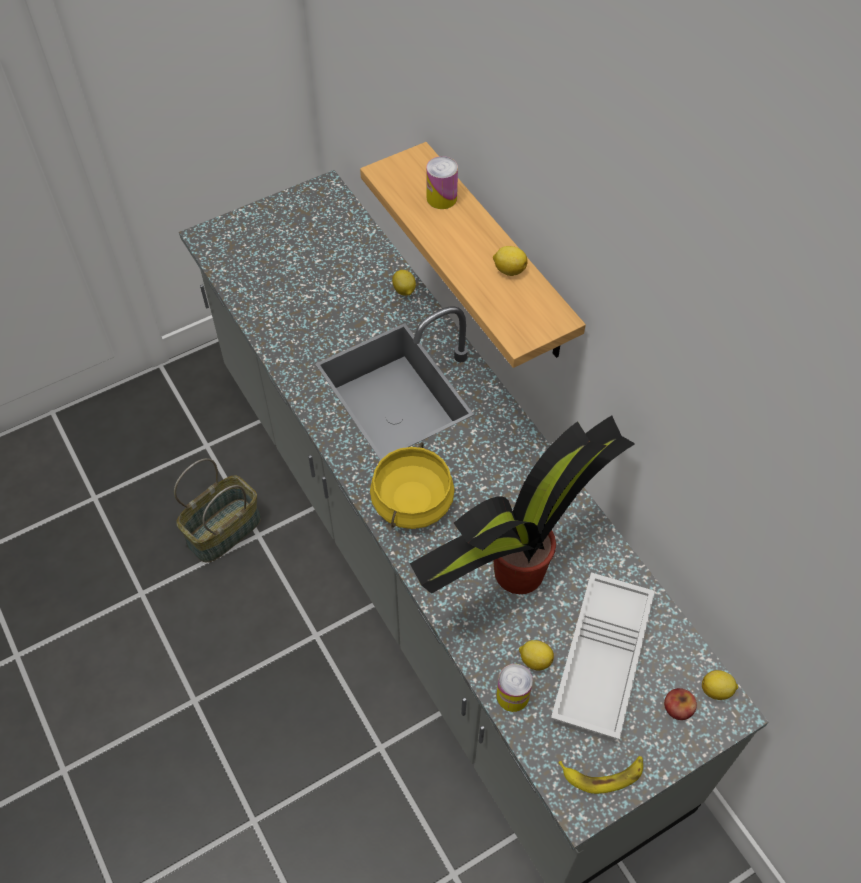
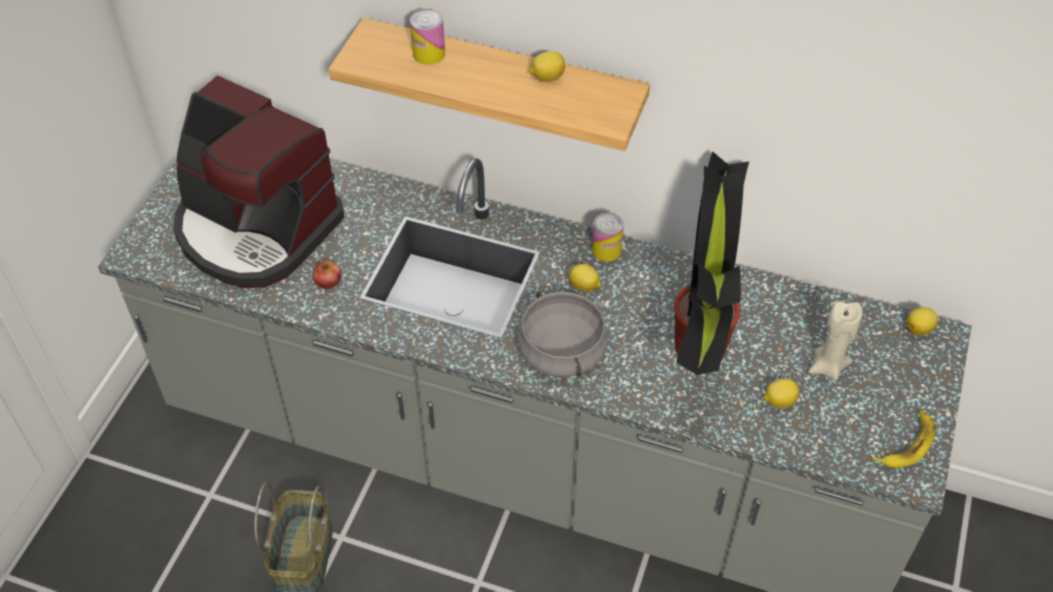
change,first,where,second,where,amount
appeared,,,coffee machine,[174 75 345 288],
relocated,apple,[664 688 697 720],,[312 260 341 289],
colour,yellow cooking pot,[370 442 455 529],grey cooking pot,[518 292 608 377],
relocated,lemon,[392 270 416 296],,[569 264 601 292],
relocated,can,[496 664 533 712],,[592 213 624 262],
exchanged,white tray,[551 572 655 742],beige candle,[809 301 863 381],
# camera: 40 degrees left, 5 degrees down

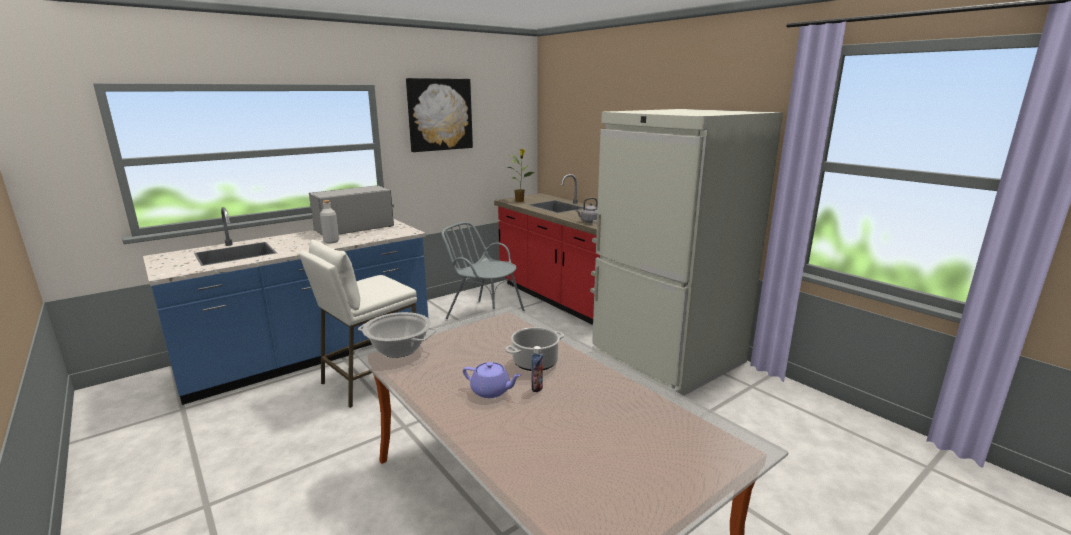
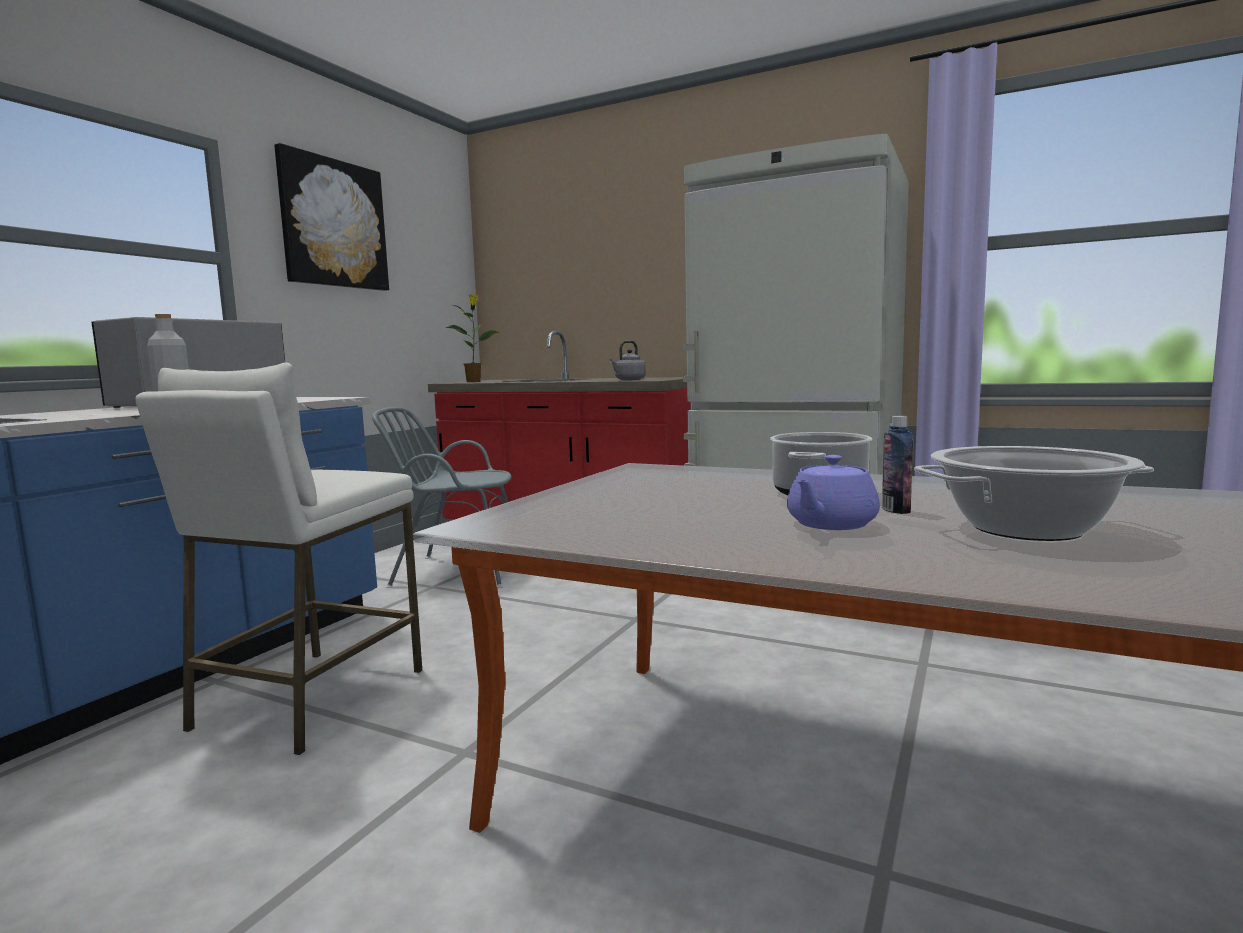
change,first,where,second,where,amount
spun,purple teapot,[463 362 522 398],,[787 455 880 530],135 degrees clockwise
relocated,cooking pot,[358 312 437 358],,[914 446 1154 541],
# camera: 25 degrees left, 10 degrees down

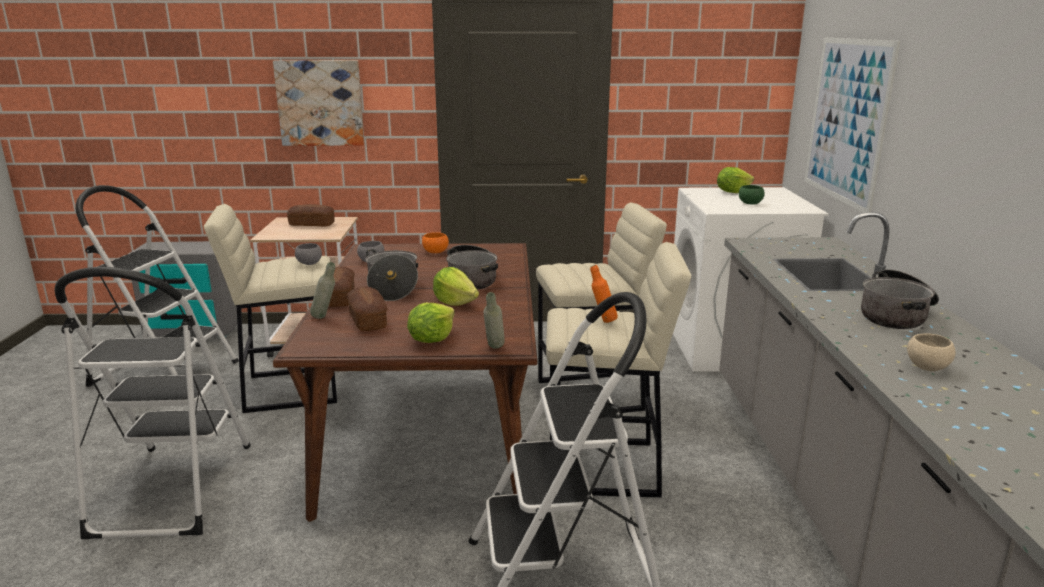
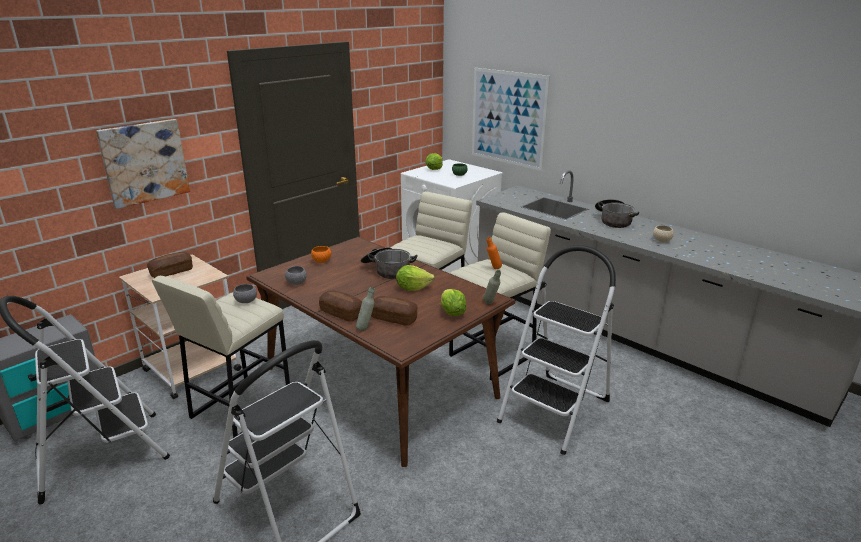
change,first,where,second,where,amount
missing,cooking pot,[366 249 418 301],,,
# camera: 45 degrees left, 5 degrees up

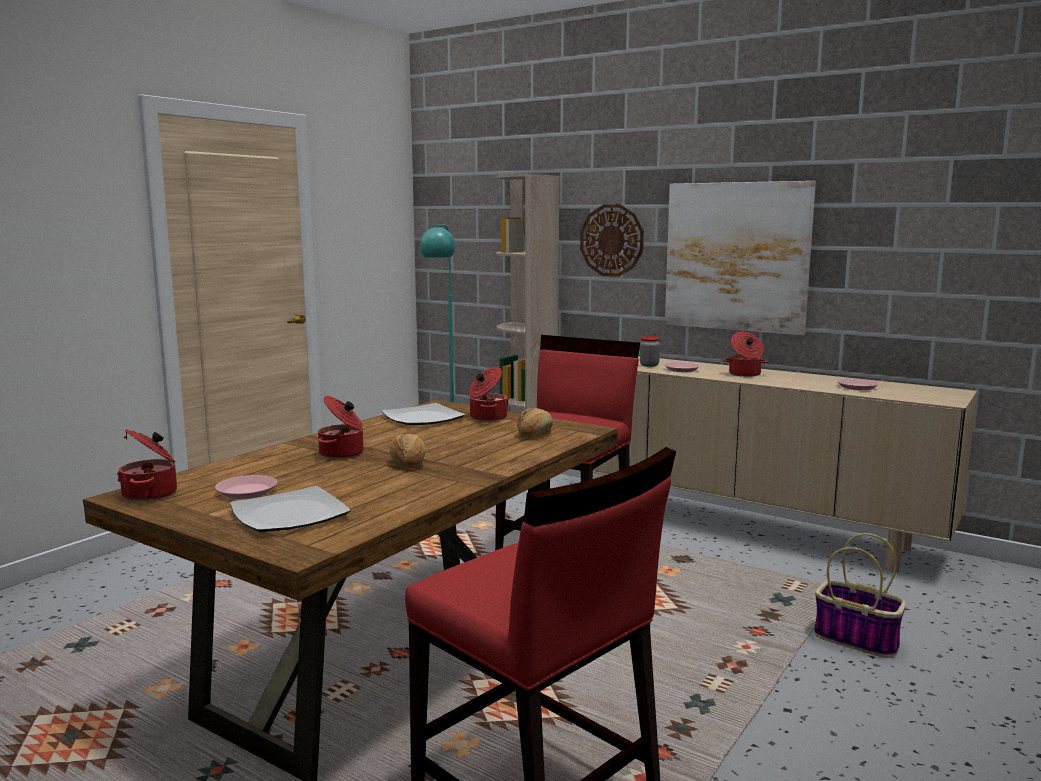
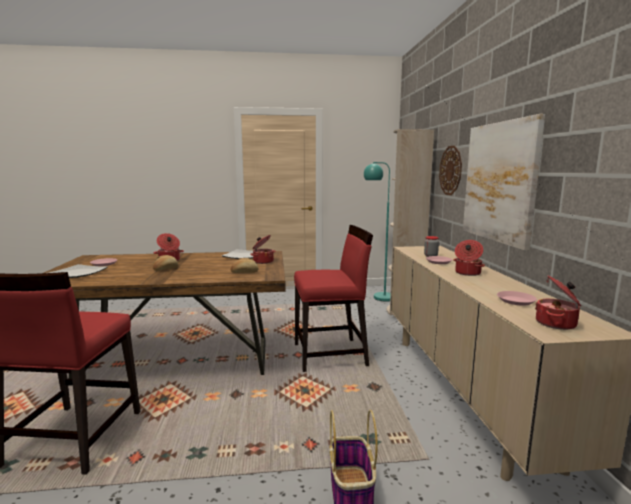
change,first,where,second,where,amount
relocated,cooking pot,[117 429 177 501],,[535 276 581 330],
# camera: 50 degrees right, 0 degrees up

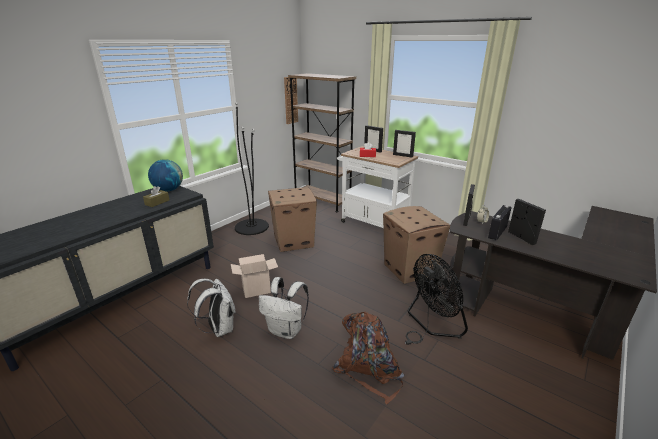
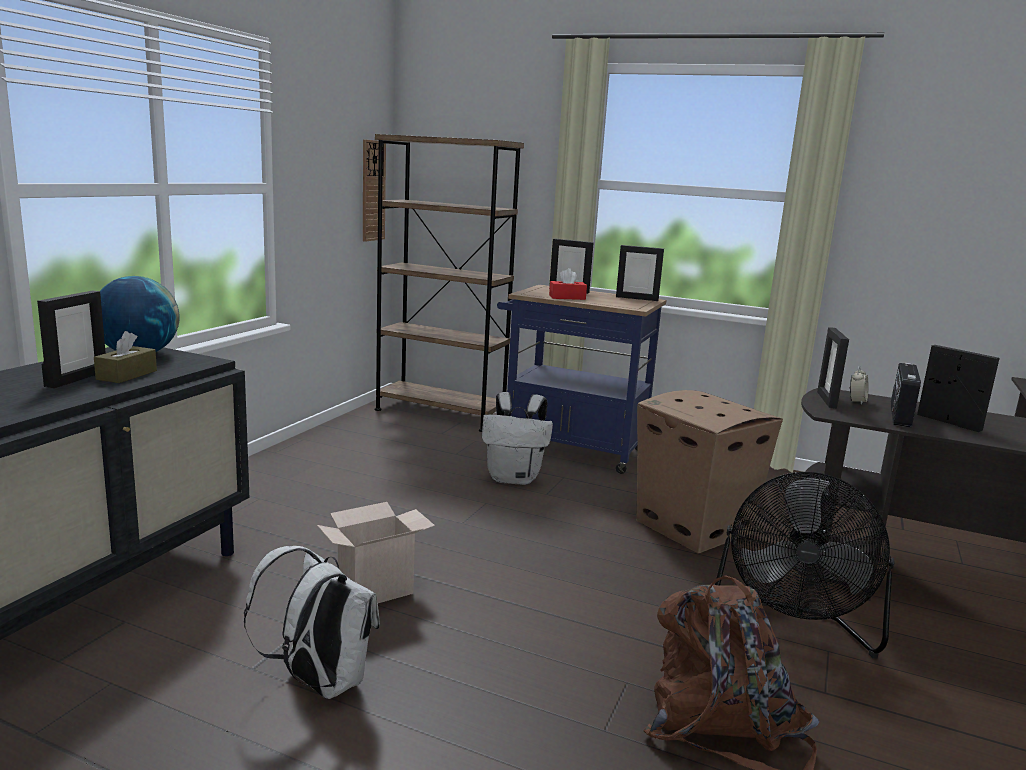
change,first,where,second,where,amount
appeared,,,picture frame,[37 291 106 388],
relocated,white backpack,[259 277 309 339],,[482 392 553 485],
colour,white cart,[337 146 418 228],blue cart,[497 285 666 474],
spun,black fan,[404 254 468 345],,[715 472 894 659],150 degrees clockwise
missing,black floor lamp,[235 102 269 235],,,
missing,cardboard box,[268 187 317 252],,,
# camera: 15 degrees left, 10 degrees down

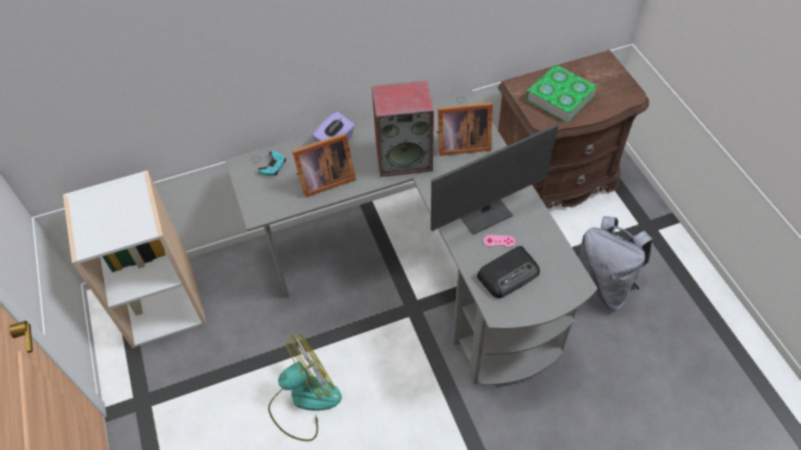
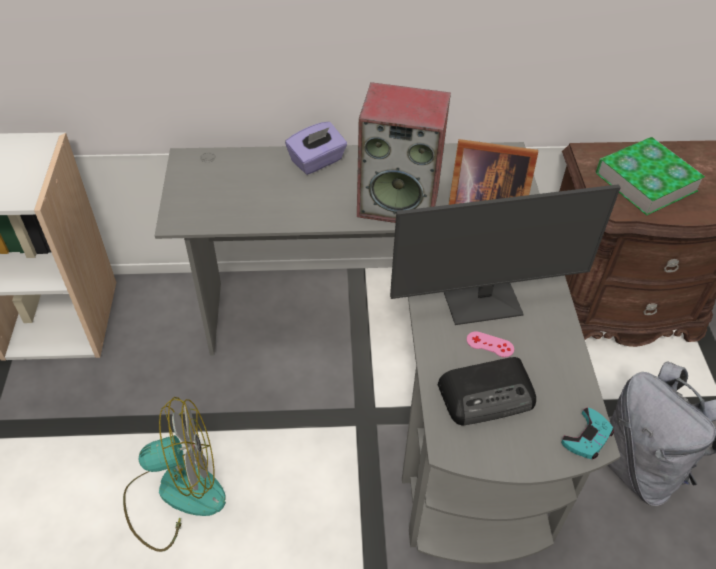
change,first,where,second,where,amount
relocated,turquoise game controller,[258 151 286 176],,[561 408 614 459],
missing,picture frame,[292 133 356 198],,,
# camera: 15 degrees right, 5 degrees down

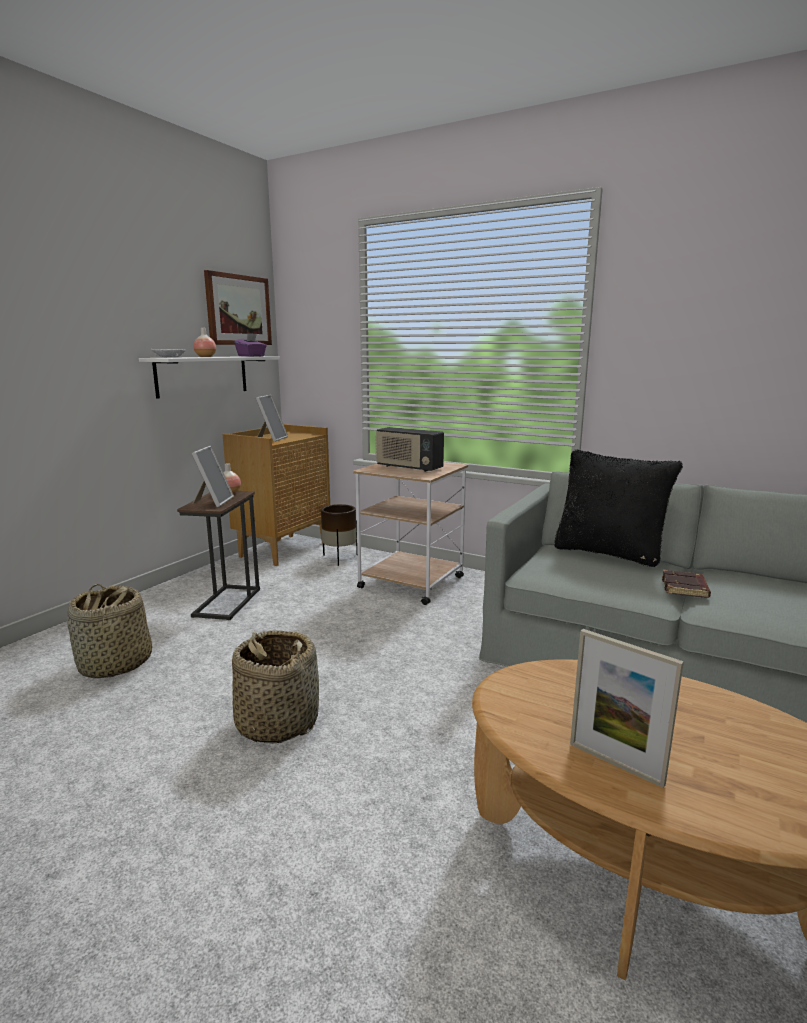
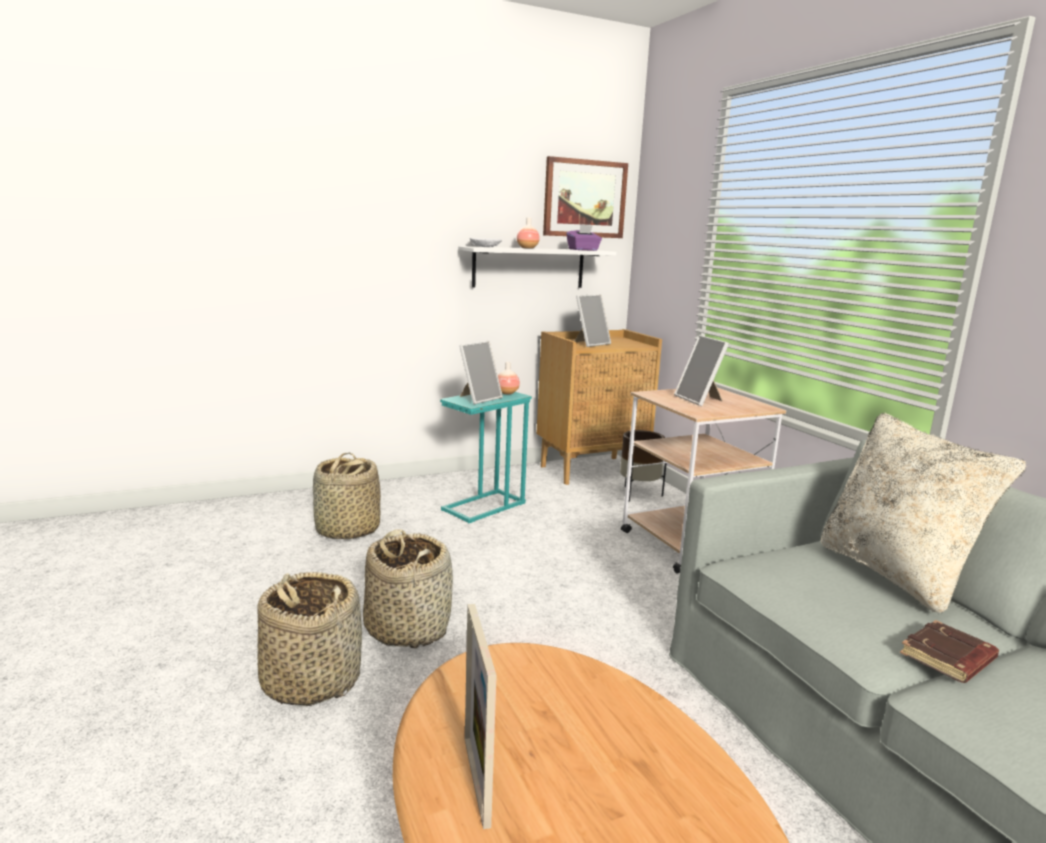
change,first,where,second,where,amount
appeared,,,basket,[257 572 362 707],
colour,brown side table,[177 491 260 620],turquoise side table,[440 392 532 523],
exchanged,radio,[375 427 444 472],picture frame,[674 335 729 406],
colour,black pillow,[554 449 683 567],beige pillow,[821 413 1027 614],
# camera: 35 degrees right, 0 degrees up

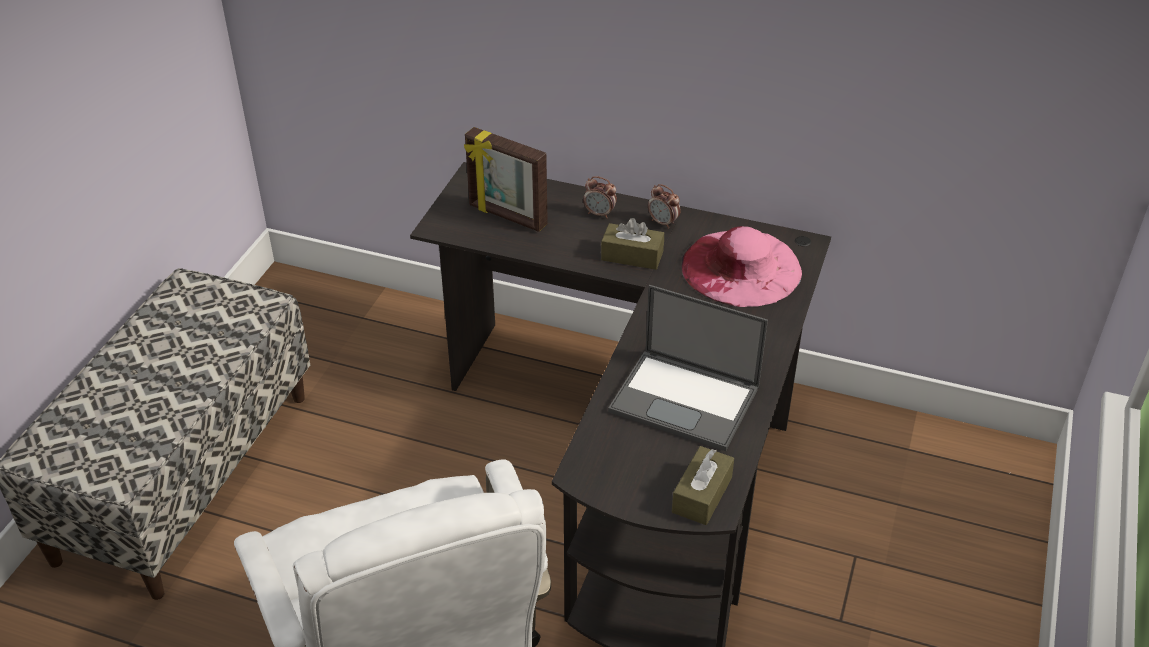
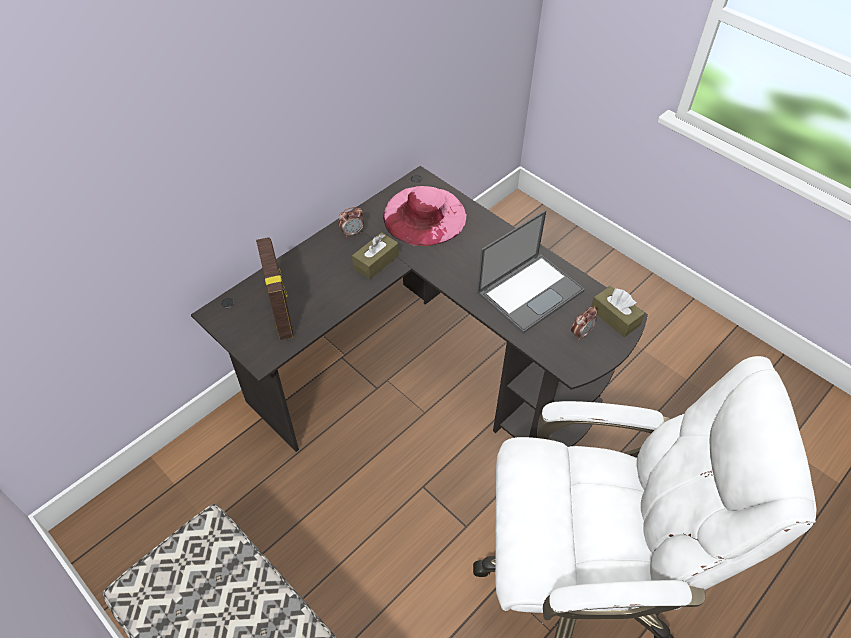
change,first,where,second,where,amount
spun,picture frame,[464 127 548 232],,[256 237 294 340],75 degrees counterclockwise
relocated,alarm clock,[583 176 617 219],,[571 306 597 341],
# camera: 65 degrees left, 10 degrees up

